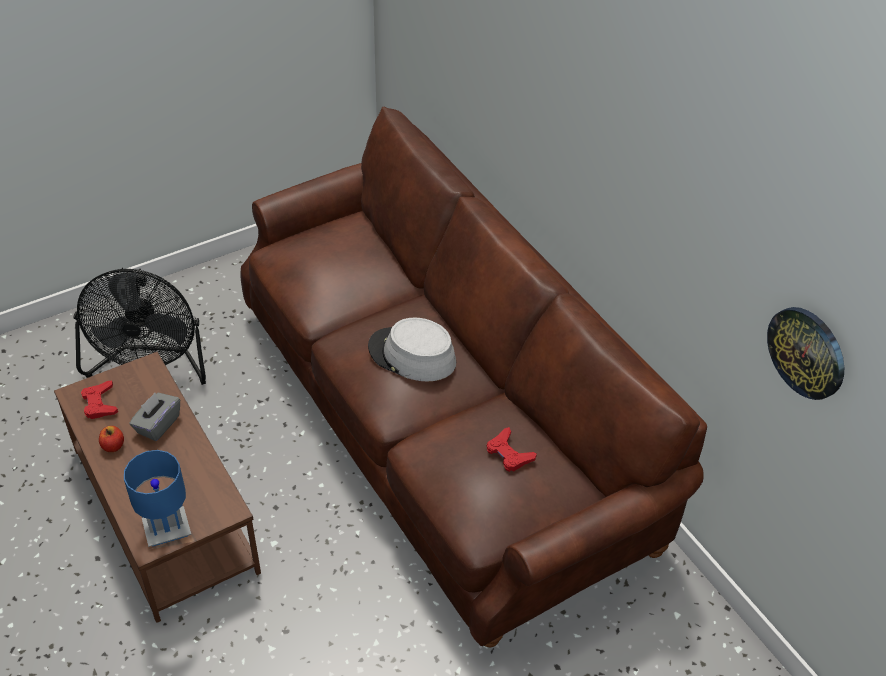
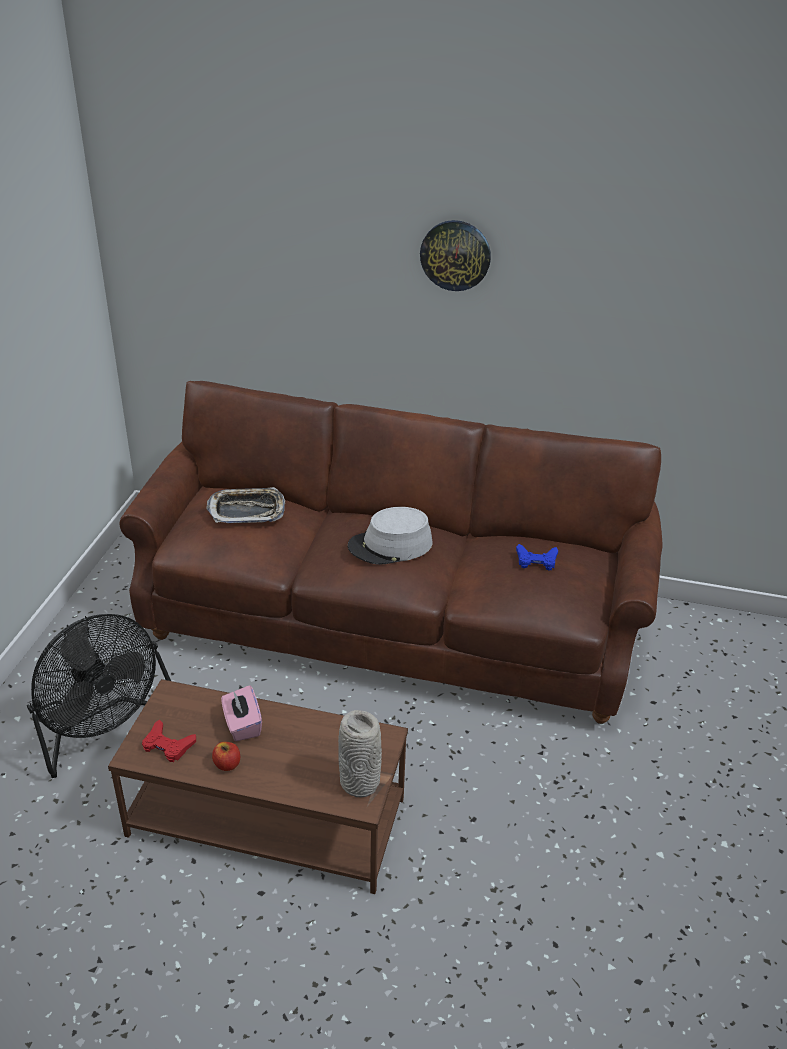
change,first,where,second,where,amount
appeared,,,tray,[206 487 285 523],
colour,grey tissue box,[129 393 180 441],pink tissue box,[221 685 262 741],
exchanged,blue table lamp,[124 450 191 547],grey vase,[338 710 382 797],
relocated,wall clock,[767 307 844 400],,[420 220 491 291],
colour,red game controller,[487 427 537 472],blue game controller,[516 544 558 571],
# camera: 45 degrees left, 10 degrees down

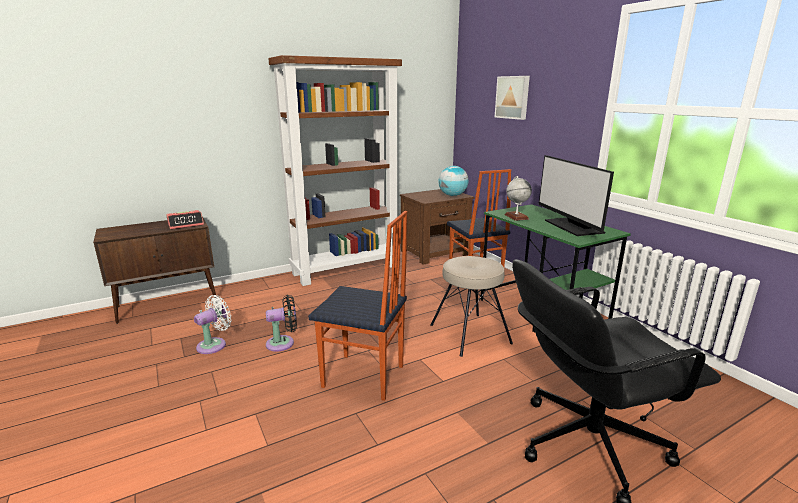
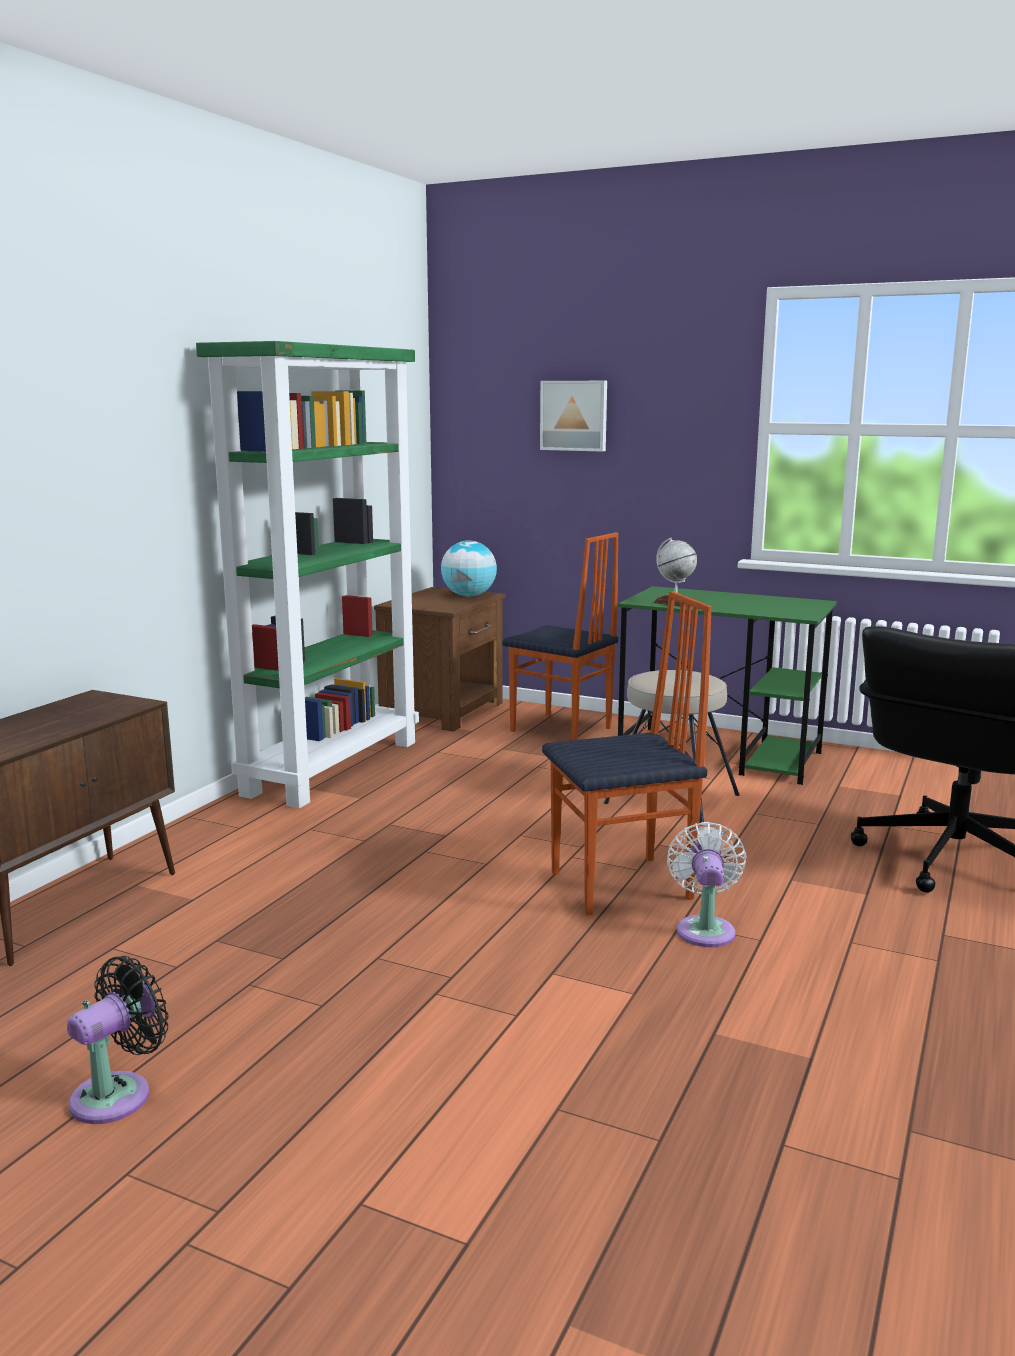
change,first,where,second,where,amount
relocated,black fan,[266 295 297 352],,[67 956 169 1124],
colour,brown bookcase,[268 55 402 286],green bookcase,[196 341 419 808],
relocated,white fan,[194 295 231 354],,[667 822 747 947],
missing,alarm clock,[166 210 204 229],,,
missing,monitor,[538 155 614 236],,,
# camera: 35 degrees left, 5 degrees down

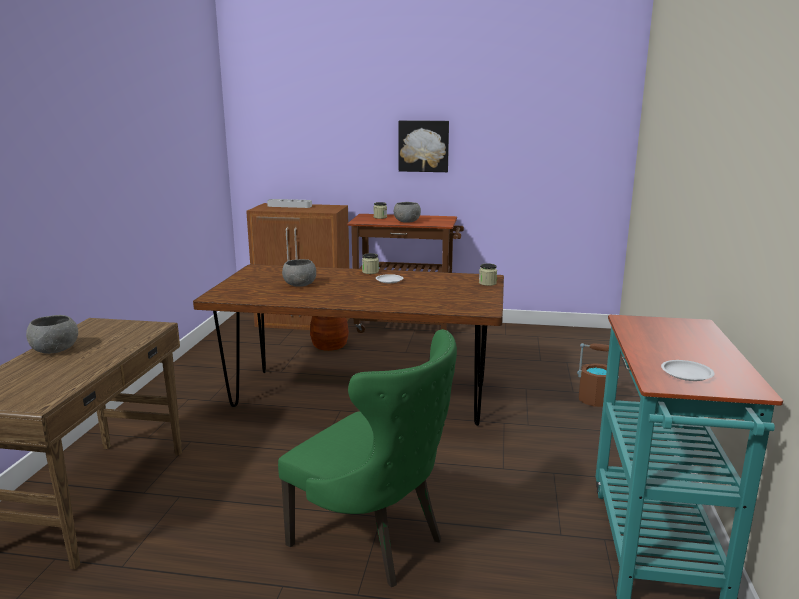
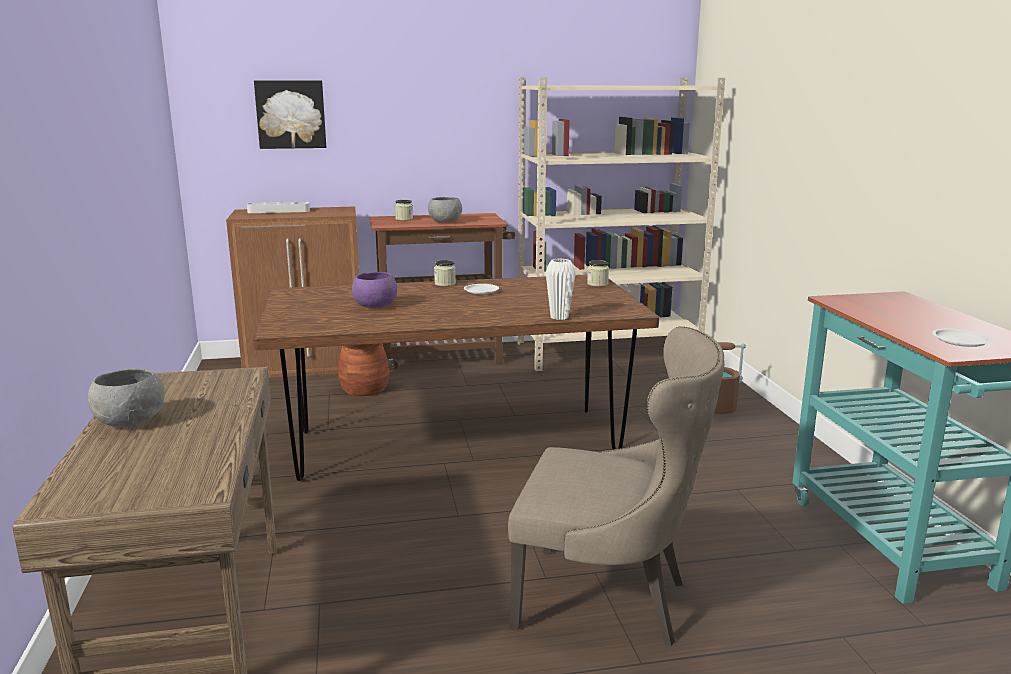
change,first,where,second,where,amount
relocated,picture,[399 120 449 172],,[254 80 326 149],
colour,grey bowl,[282 259 316 287],purple bowl,[352 272 397 308],
colour,green chair,[278 329 457 587],beige chair,[508 326 725 646],
appeared,,,beige bookcase,[517 77 725 371],
appeared,,,white vase,[546 259 576 320],
# camera: 20 degrees left, 0 degrees up

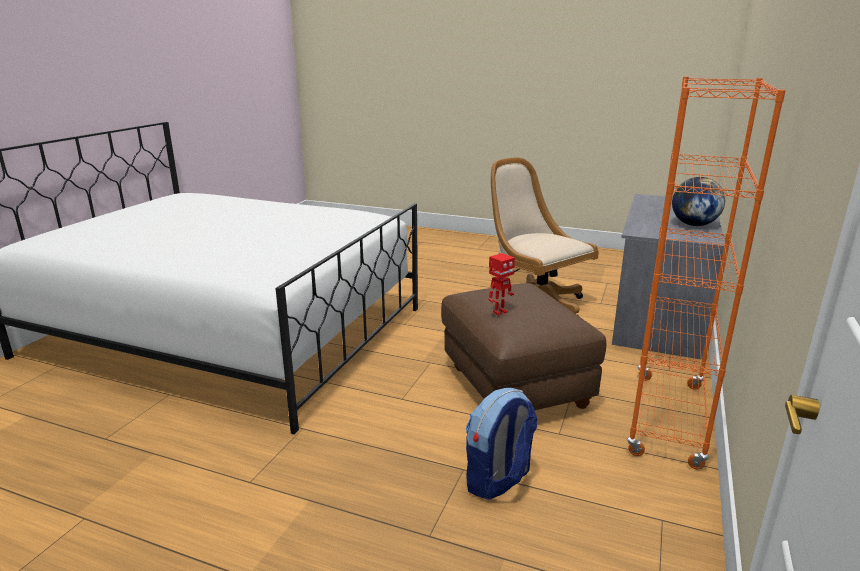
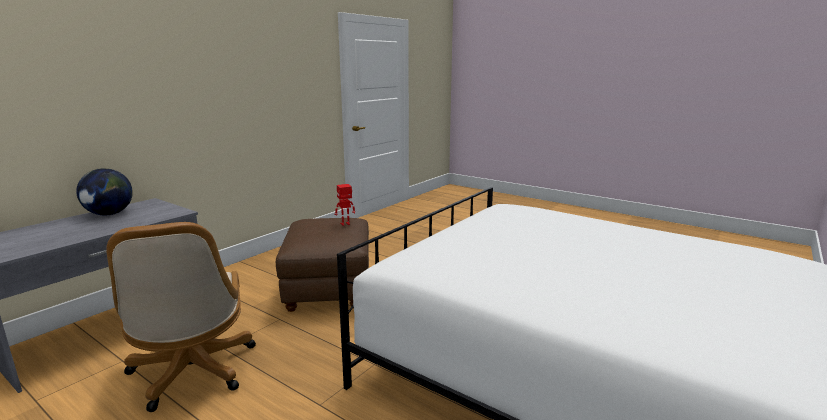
change,first,where,second,where,amount
missing,backpack,[466 388 538 499],,,
missing,orange bookcase,[627 76 786 469],,,
# camera: 165 degrees left, 5 degrees down

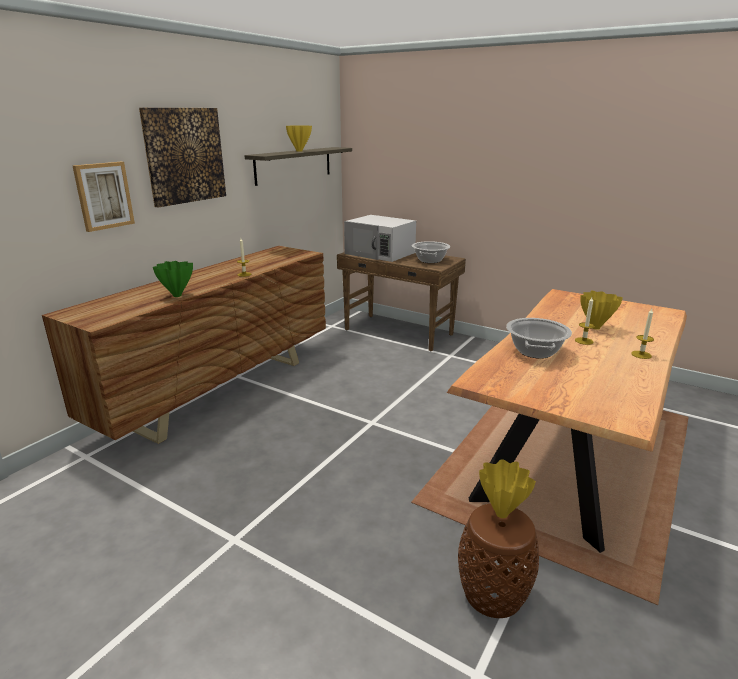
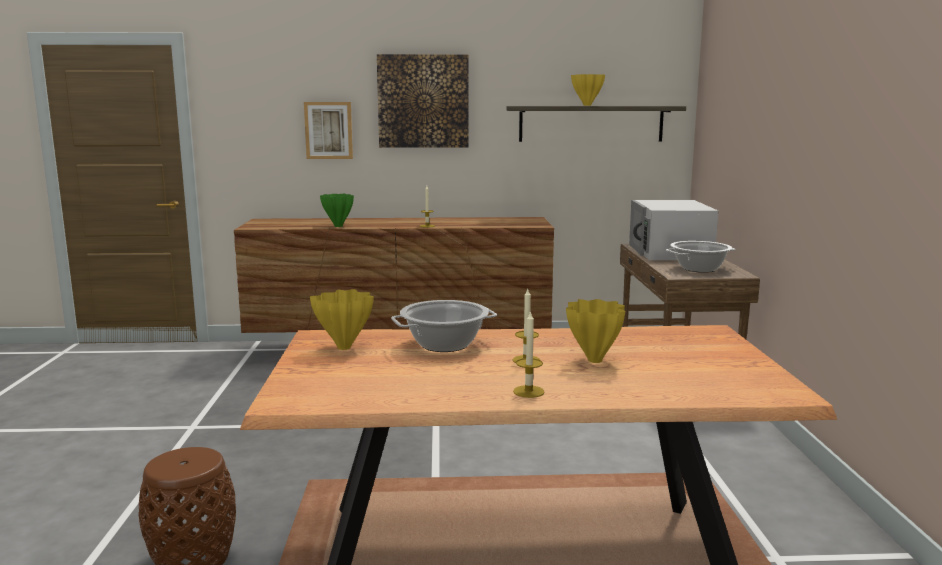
change,first,where,second,where,amount
relocated,yellow vase,[479 459 536 518],,[310 289 374 350],
# camera: 55 degrees right, 10 degrees down

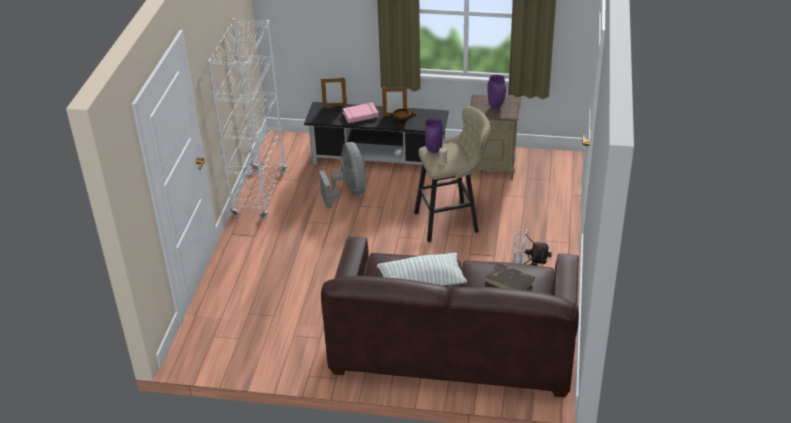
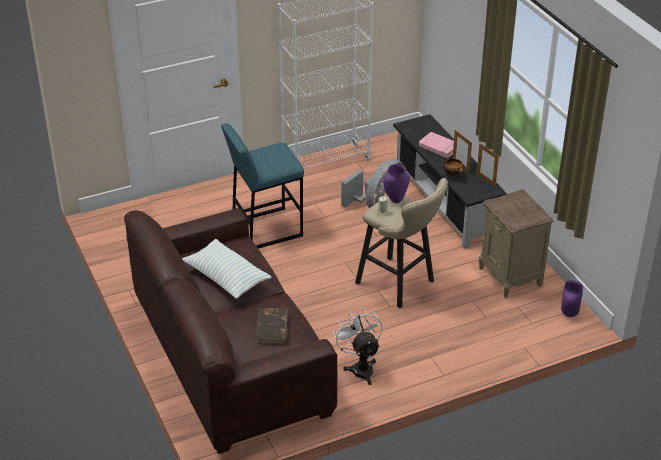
change,first,where,second,where,amount
appeared,,,turquoise stool,[221 123 304 248],
relocated,picture frame,[321 78 347 107],,[477 143 499 187],
relocated,purple vase,[487 75 506 108],,[561 280 583 317],
# camera: 55 degrees right, 0 degrees up

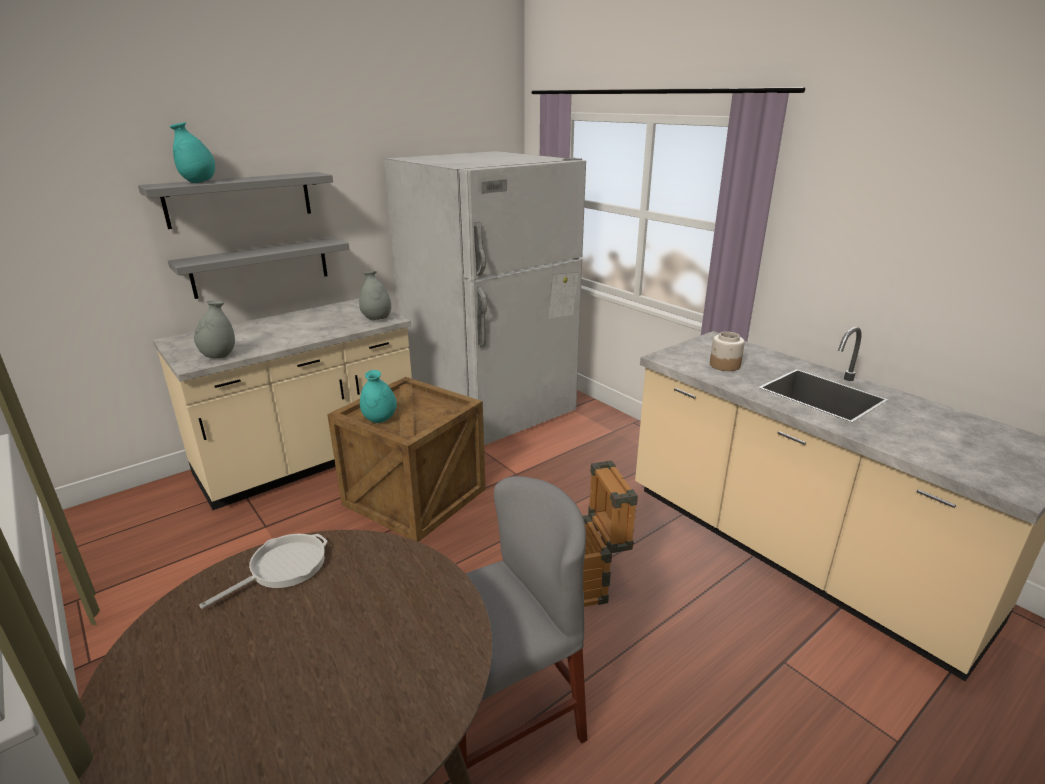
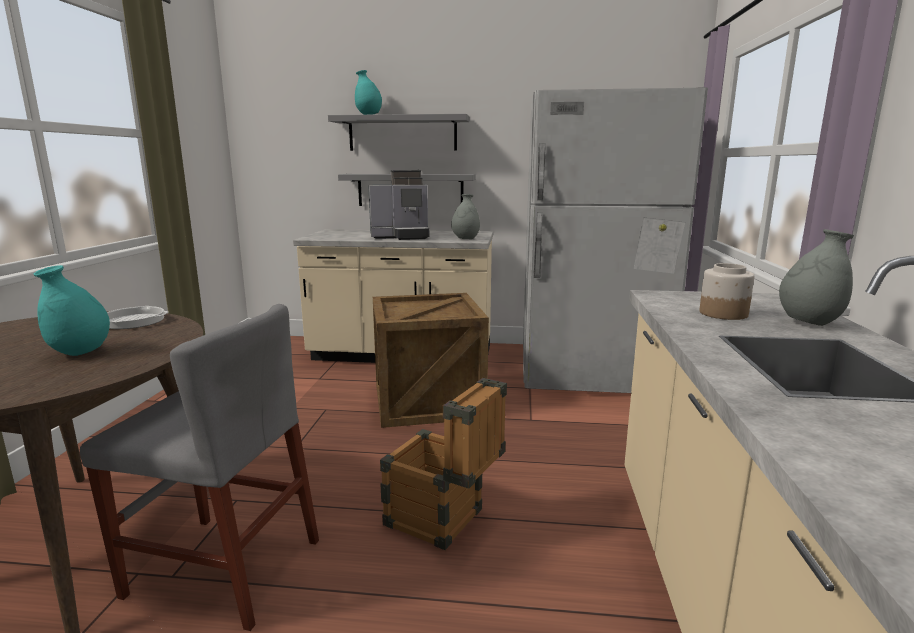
change,first,where,second,where,amount
relocated,turquoise vase,[360 370 397 423],,[34 265 110 356],
appeared,,,coffee machine,[368 170 430 240],
relocated,grey vase,[194 300 235 358],,[779 229 854 326],
# camera: 45 degrees right, 10 degrees down

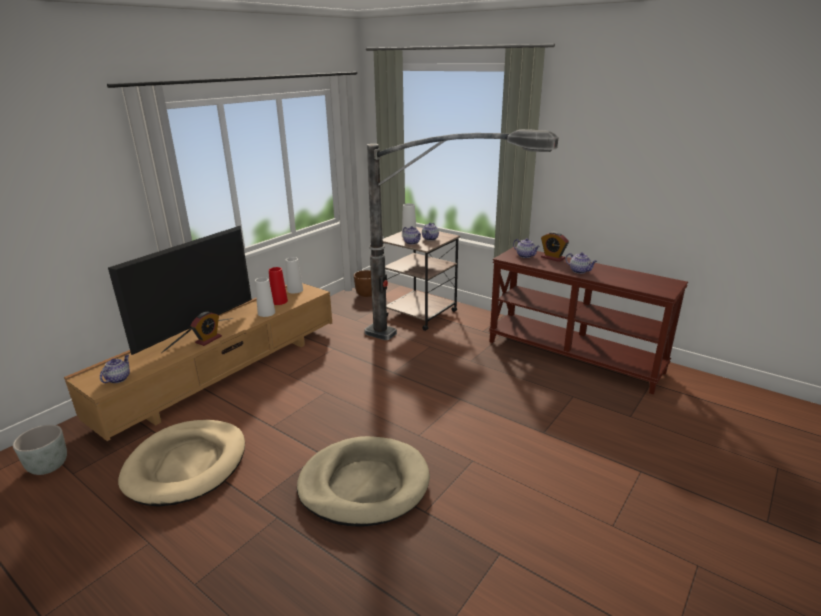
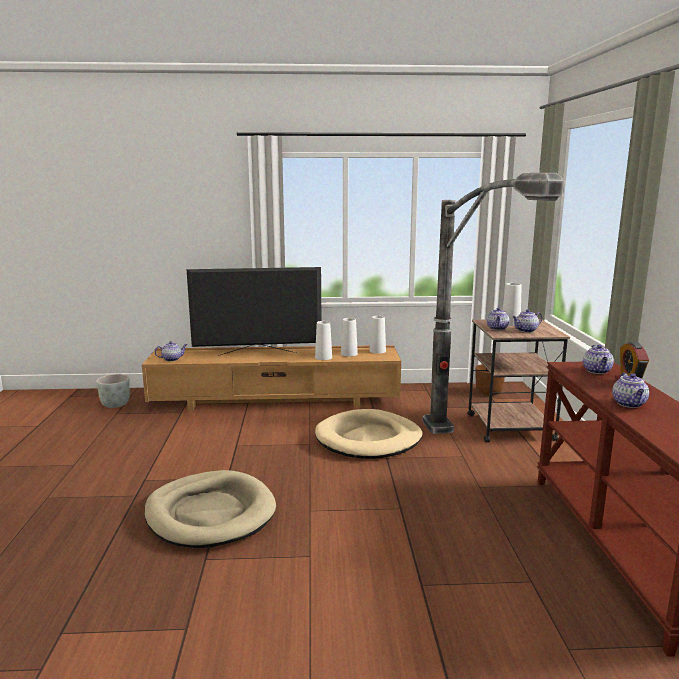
change,first,where,second,where,amount
relocated,beige dog bed,[118 420 245 507],,[315 409 423 459],
colour,red vase,[269 267 288 305],white vase,[341 318 358 357],
missing,alarm clock,[190 312 222 346],,,
# camera: 50 degrees right, 10 degrees down

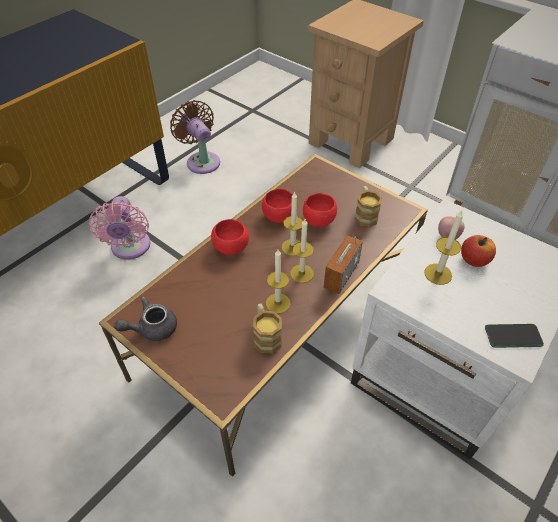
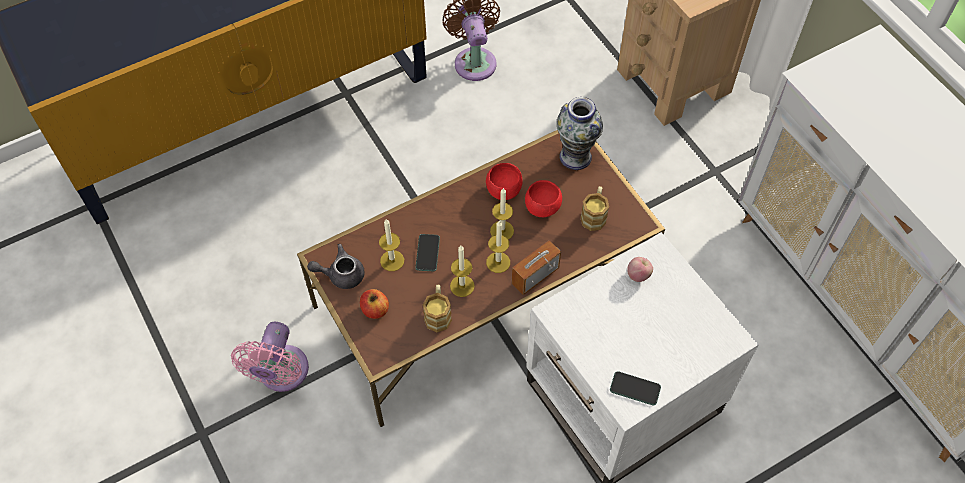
change,first,where,second,where,amount
relocated,pink fan,[89 196 150 260],,[231 322 309 392],
relocated,apple,[461 235 496 267],,[360 289 389 319],
relocated,candle,[424 210 463 285],,[379 219 404 271],
appeared,,,phone,[415 234 440 271],
appeared,,,vase,[557 97 603 170],
missing,red bowl,[211 219 249 255],,,
# camera: 20 degrees right, 10 degrees up

